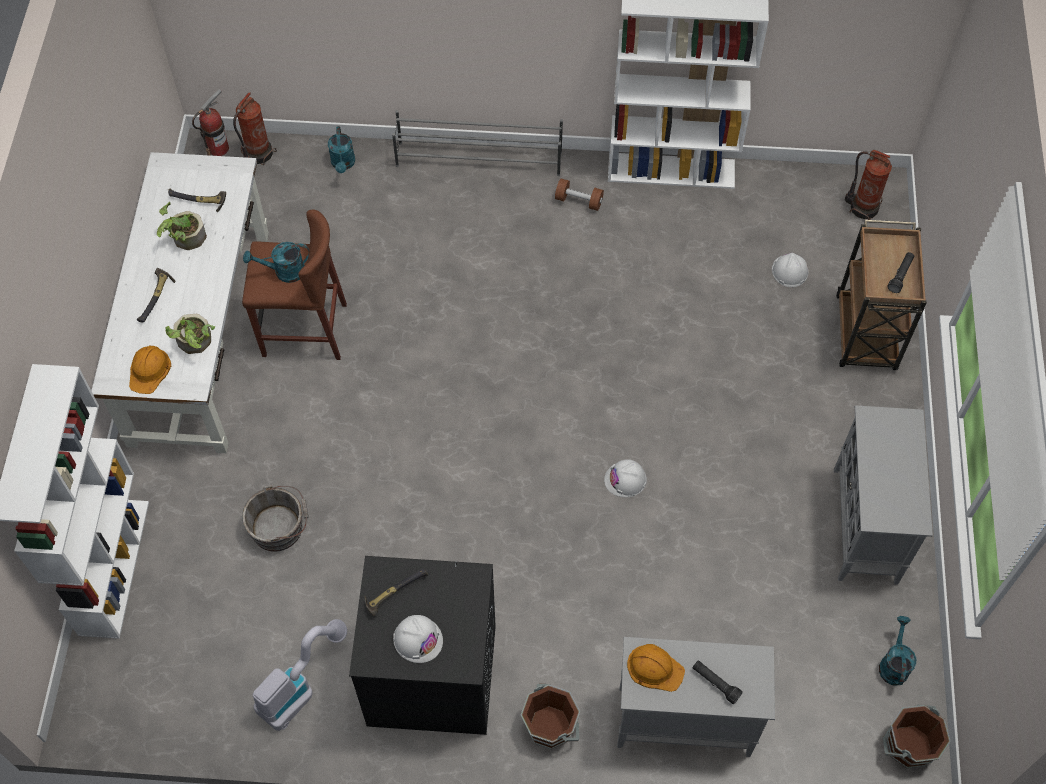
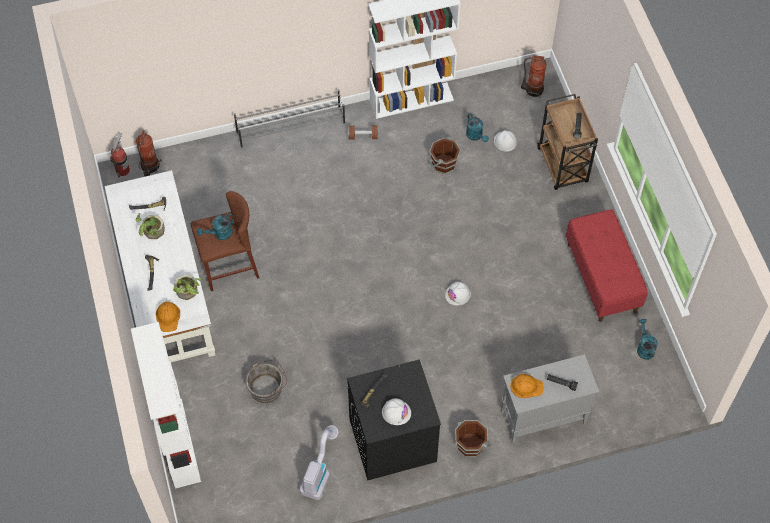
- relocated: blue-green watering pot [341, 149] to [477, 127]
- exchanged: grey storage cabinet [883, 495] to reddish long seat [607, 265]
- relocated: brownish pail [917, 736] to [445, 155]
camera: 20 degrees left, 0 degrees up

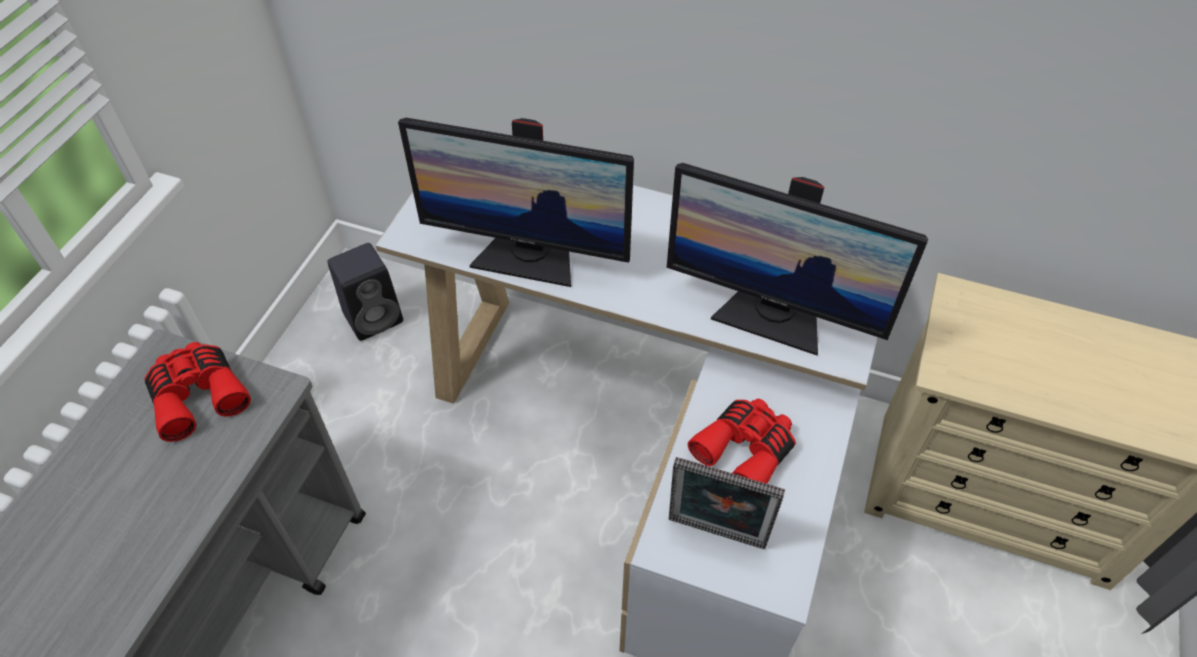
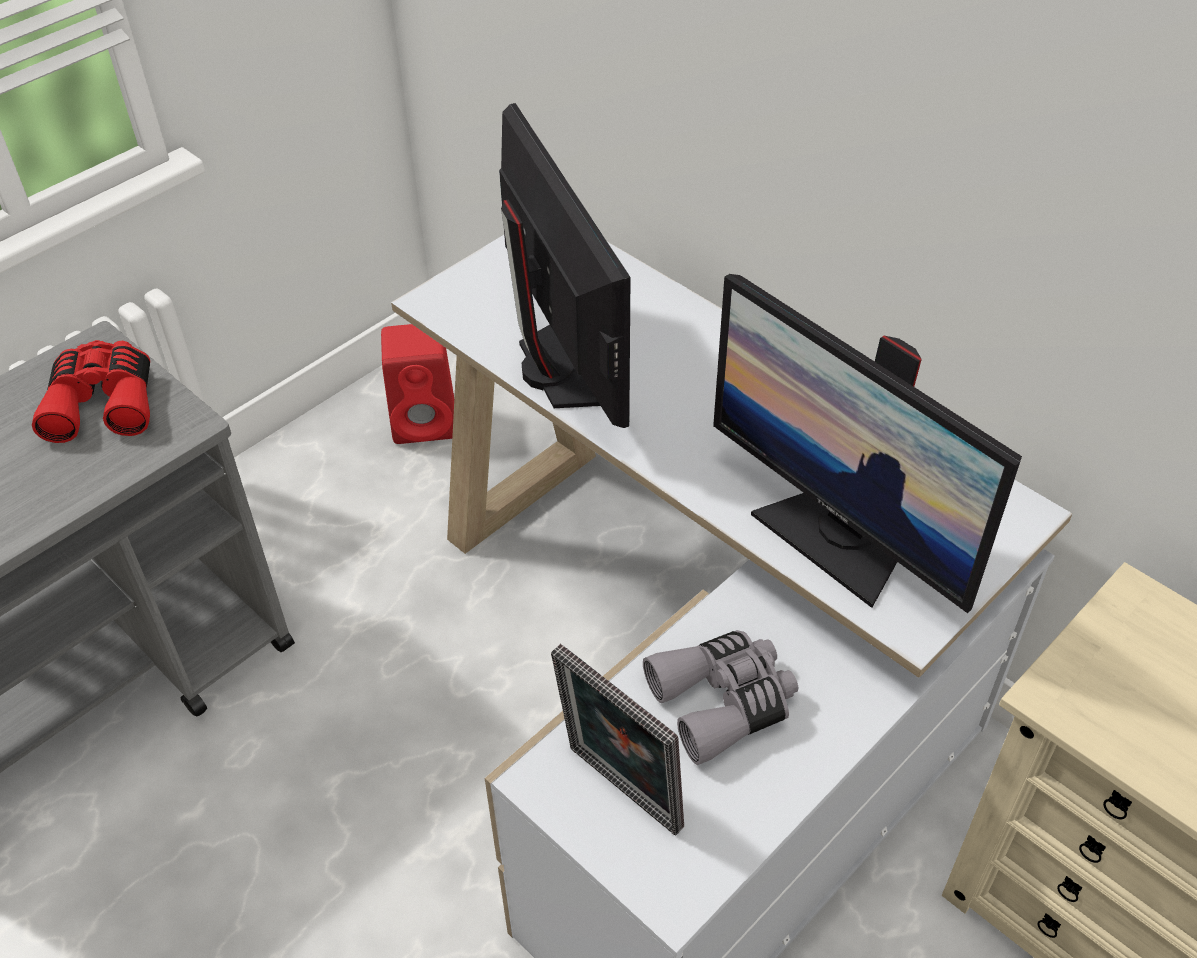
- colour: blackish audio speaker [365, 292] to reddish audio speaker [417, 384]
- spun: computer screen [516, 202] = [565, 265] 150 degrees counterclockwise
- colour: reddish binoculars [742, 441] to grey binoculars [720, 697]
camera: 25 degrees right, 5 degrees down

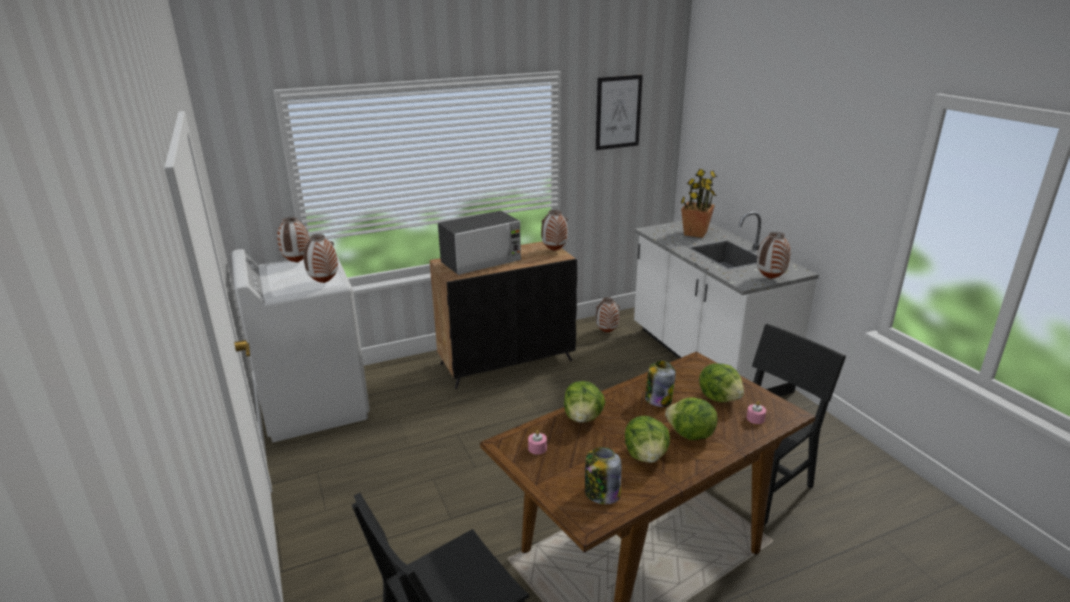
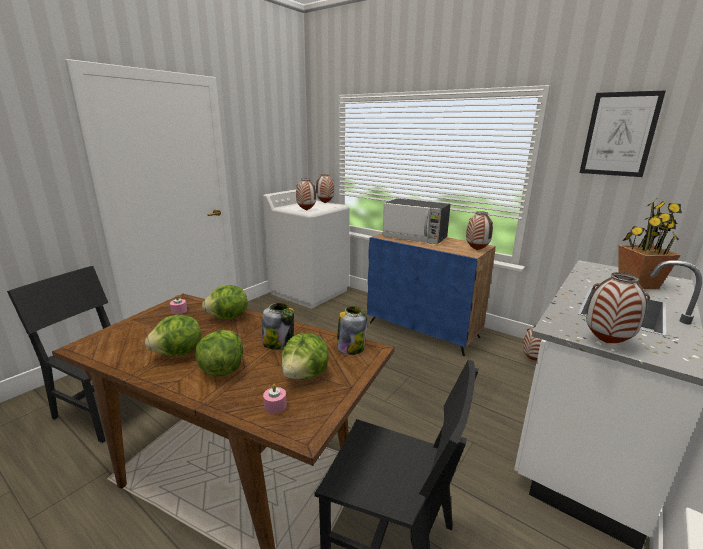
- colour: blackish storage cabinet [503, 315] to blue-coloured storage cabinet [431, 294]
- relocated: jar [603, 475] to [352, 330]
camera: 60 degrees right, 5 degrees down

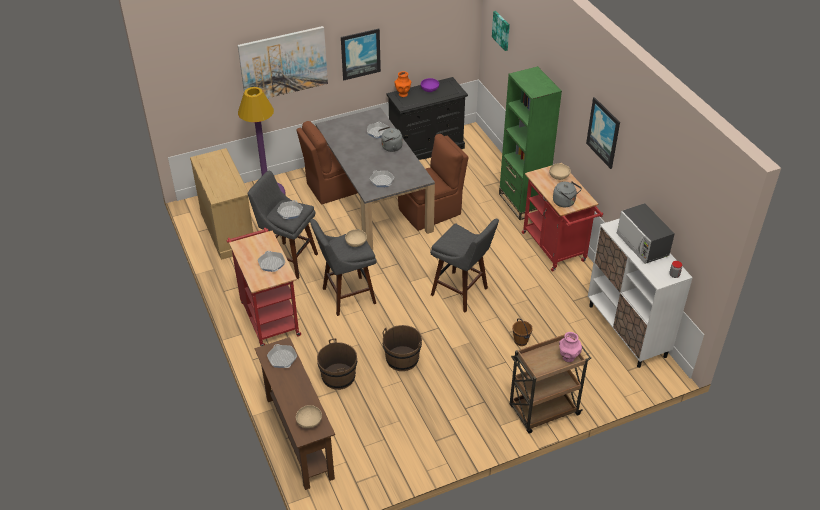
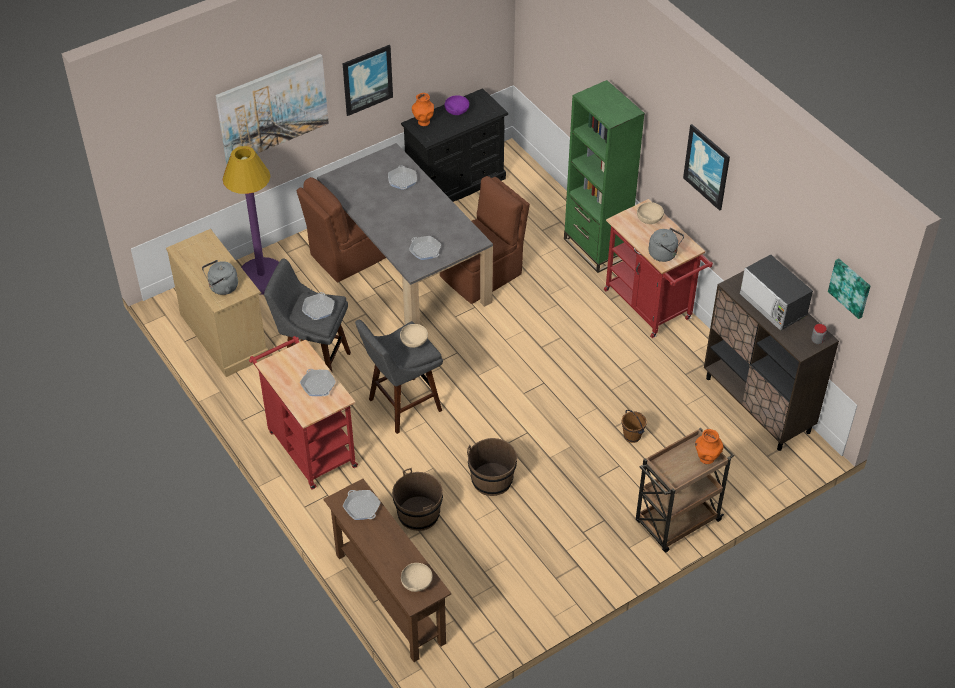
- relocated: grey water kettle [391, 139] to [220, 277]
- missing: grey stool [464, 266]
- relocated: wall art [501, 31] to [849, 288]
- colour: pink flower vase [570, 347] to orangey flower vase [709, 446]
- colour: white storage cabinet [640, 293] to brownish storage cabinet [771, 361]
camera: 10 degrees left, 5 degrees up

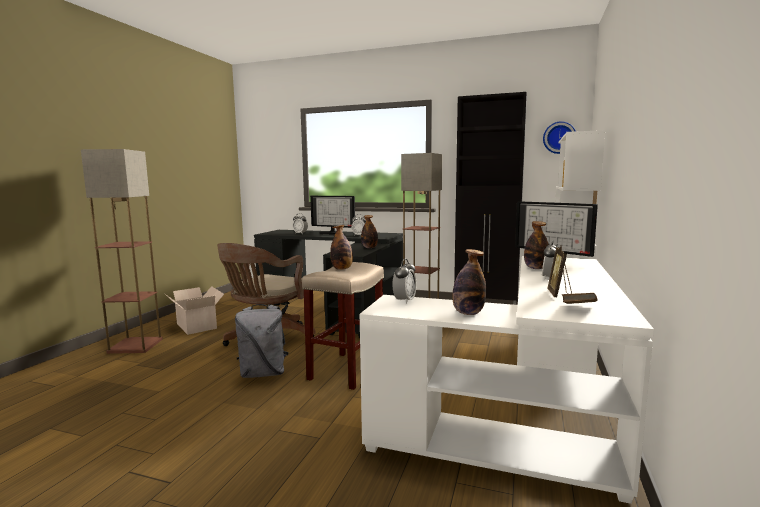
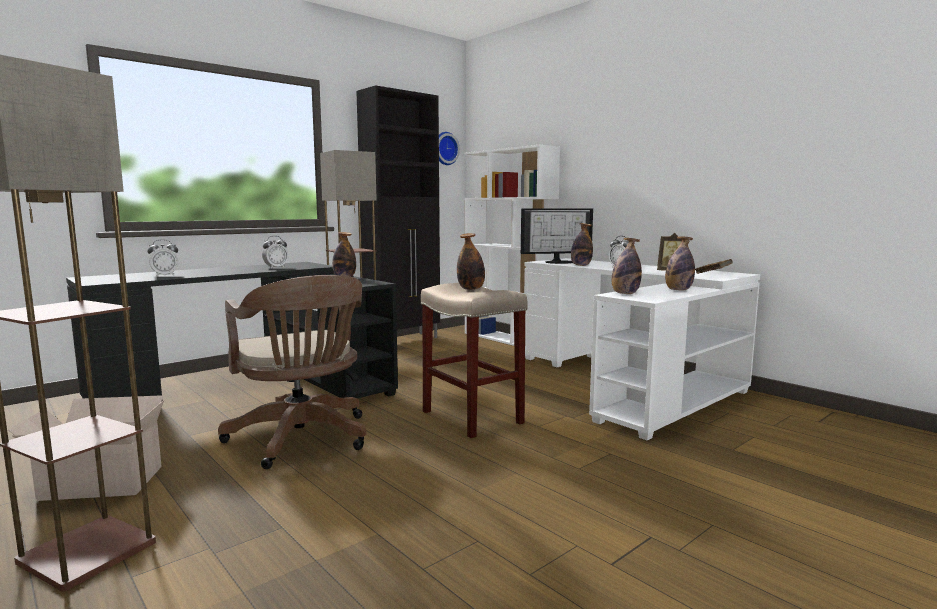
- missing: grey knapsack [262, 341]
- missing: computer screen [332, 215]
- exchanged: bedside clock [404, 281] to drink bottle [627, 266]
camera: 60 degrees left, 0 degrees up

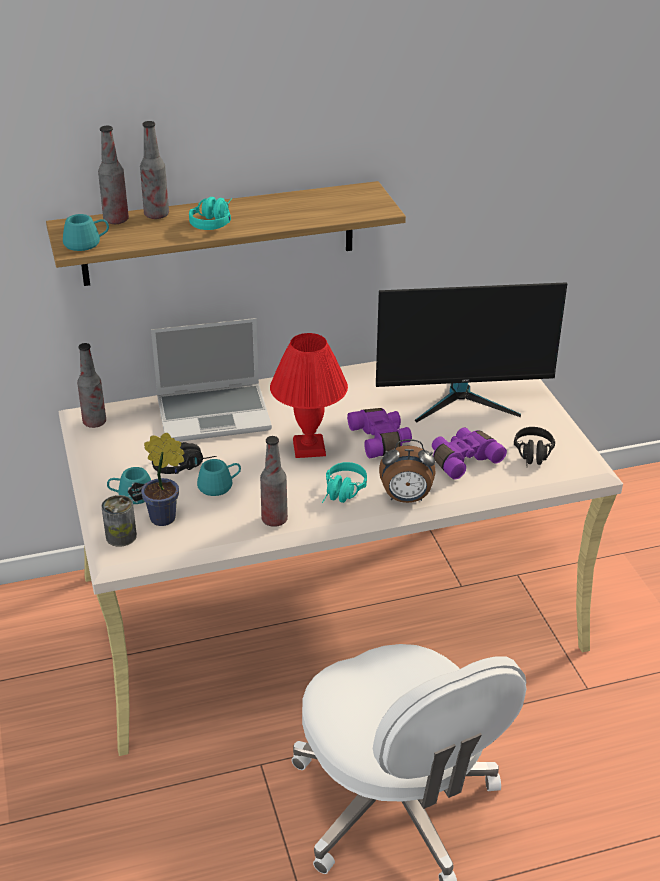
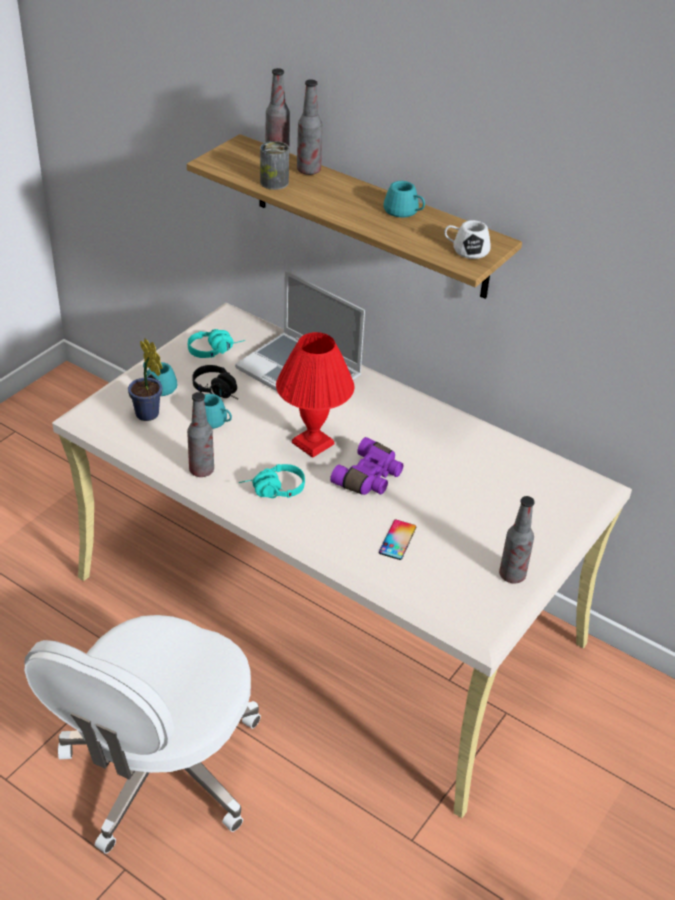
- relocated: blue-green tea mug [86, 232] to [404, 199]
- relocated: drink bottle [91, 385] to [517, 539]
- relocated: sealed can [119, 521] to [274, 165]
- relocated: blue-green headset [210, 213] to [216, 343]
- missing: computer screen [471, 352]
- missing: bedside clock [407, 471]
- exchanged: purple-coloured binoculars [469, 453] to handset [398, 540]
- missing: blackish headset [534, 447]
- appeared: white tea mug [467, 239]
camera: 50 degrees right, 5 degrees up

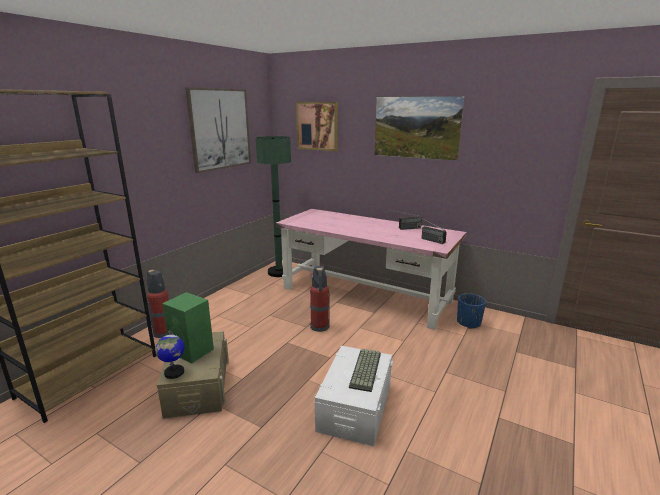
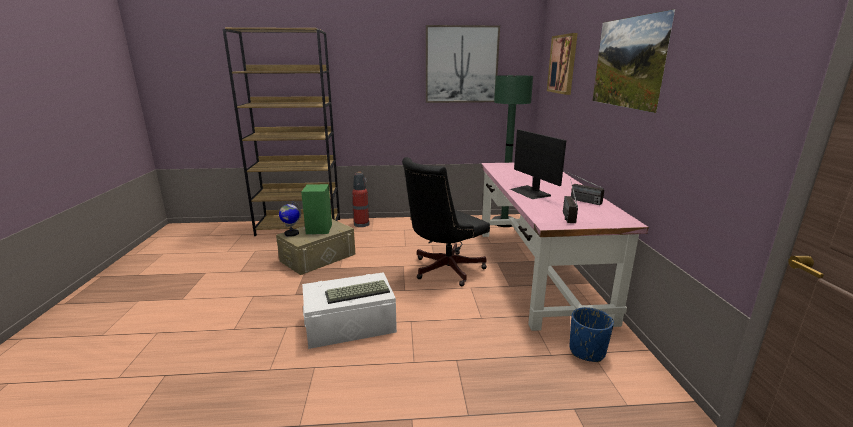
- exchanged: fire extinguisher [320, 299] to blackish desk chair [446, 221]
- appeared: computer screen [538, 164]
camera: 55 degrees right, 0 degrees up

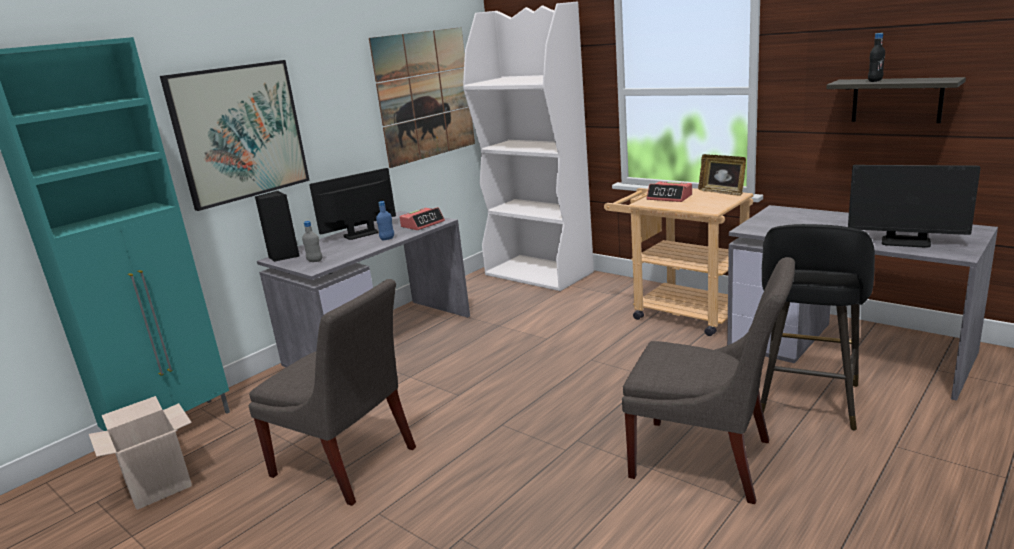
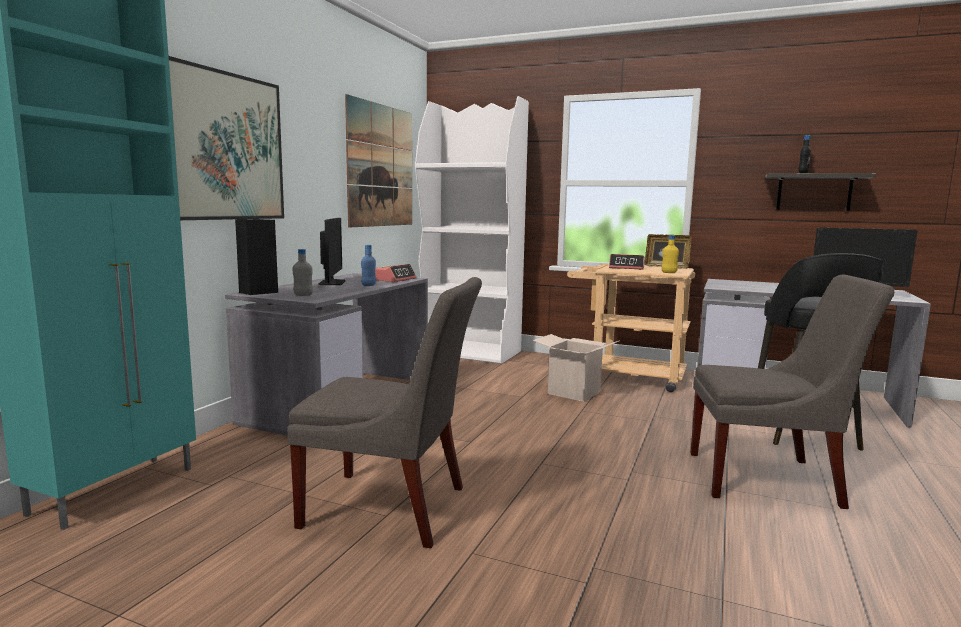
- relocated: cardboard box [140, 453] to [576, 368]
- spun: computer screen [352, 204] = [331, 251] 135 degrees clockwise
- appeared: yellow drink bottle [670, 254]
camera: 20 degrees left, 10 degrees down

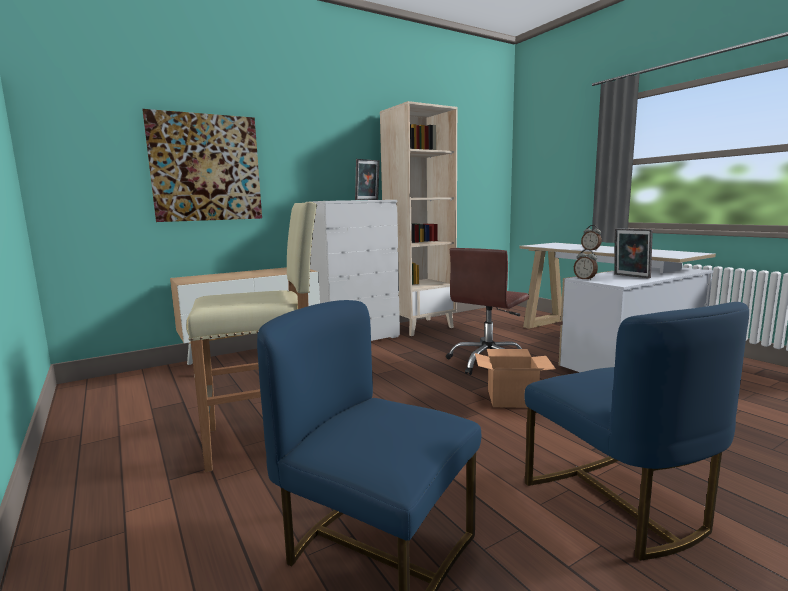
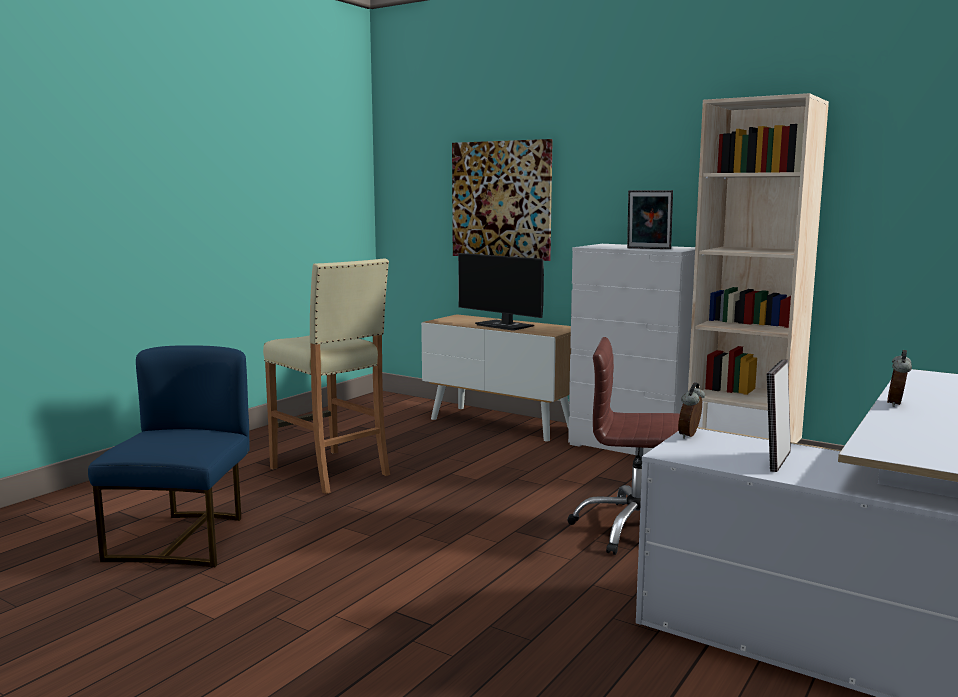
- missing: cardboard box [515, 378]
- missing: blue-coloured chair [636, 431]
- appeared: computer screen [501, 292]
camera: 65 degrees right, 0 degrees up

